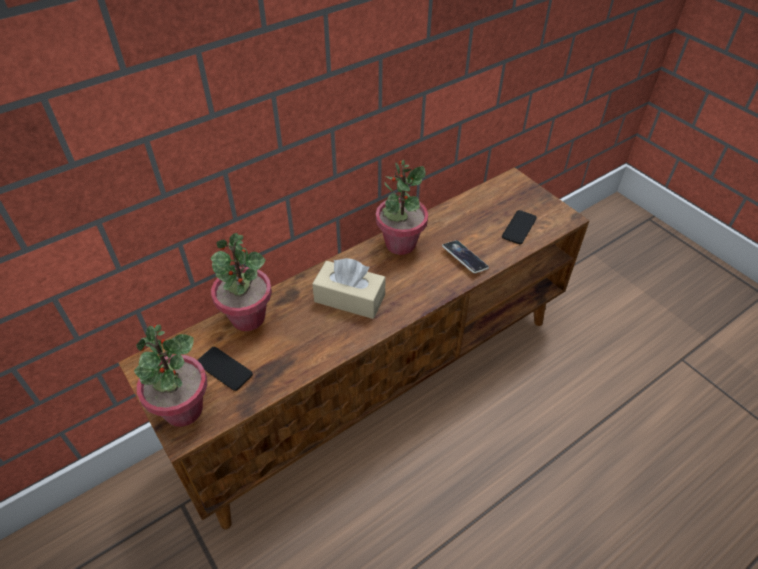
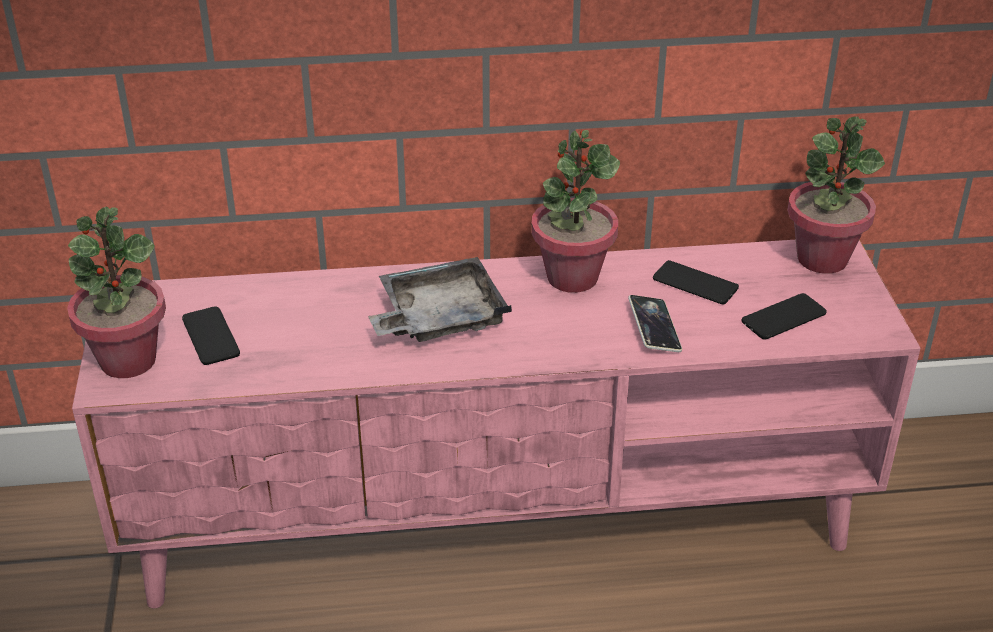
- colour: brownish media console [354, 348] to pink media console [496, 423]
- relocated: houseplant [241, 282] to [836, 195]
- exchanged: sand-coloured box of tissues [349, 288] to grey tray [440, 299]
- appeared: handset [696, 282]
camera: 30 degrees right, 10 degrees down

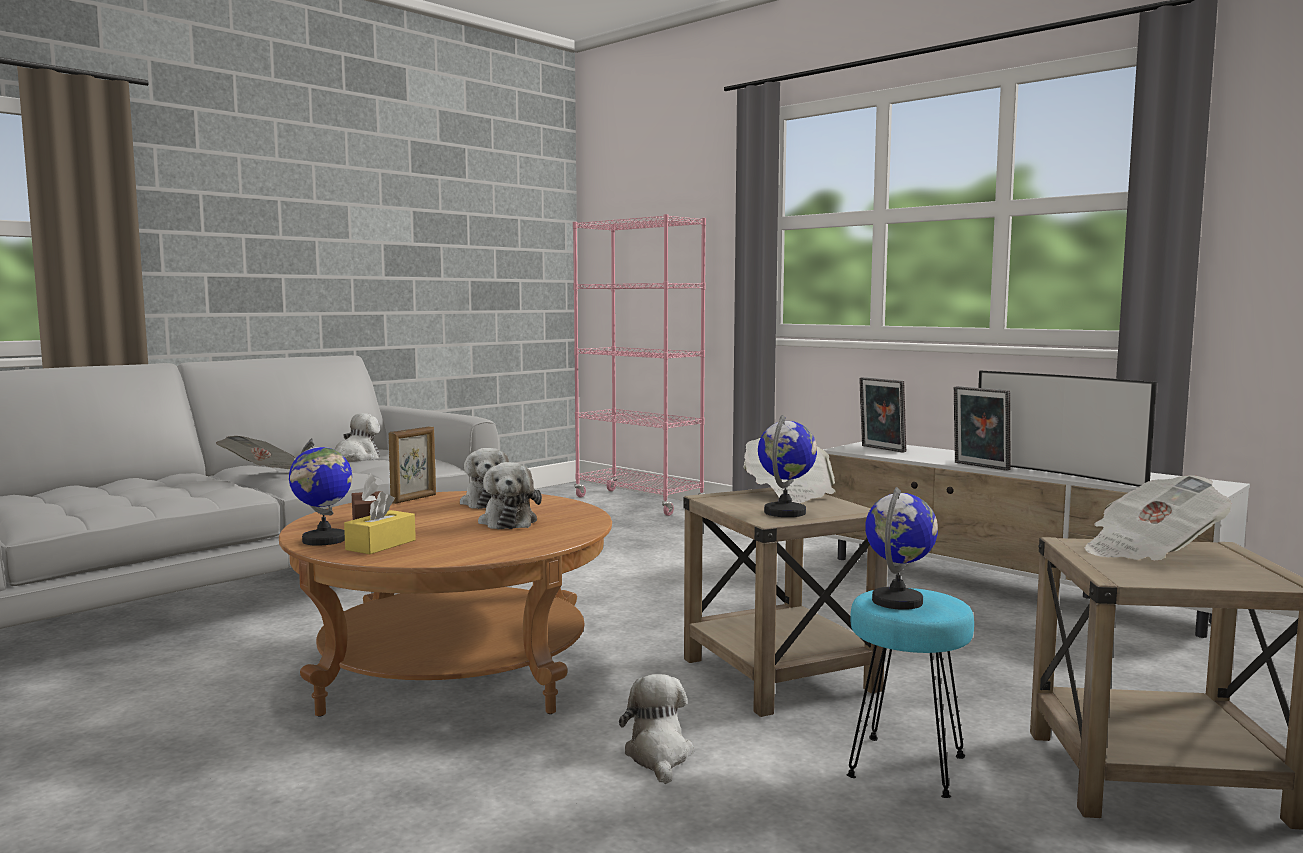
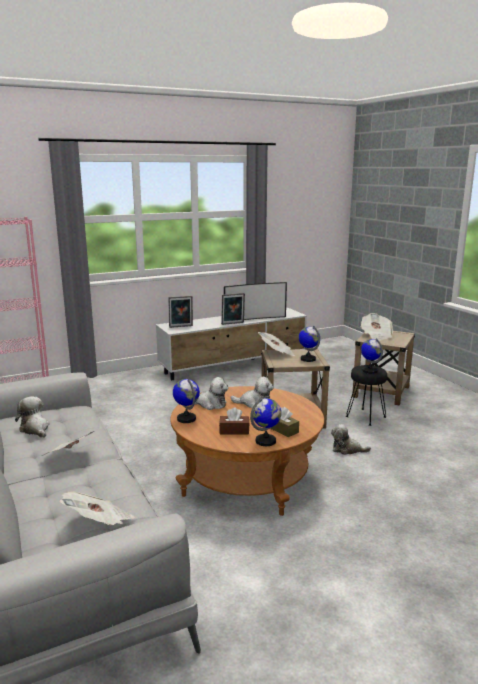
- colour: yellow box of tissues [380, 523] to brownish box of tissues [284, 422]
- exchanged: picture frame [412, 465] to world globe [186, 401]
- colour: blue-green stool [910, 693] to blackish stool [366, 395]
- appeared: printed paper [97, 508]
camera: 70 degrees left, 10 degrees up

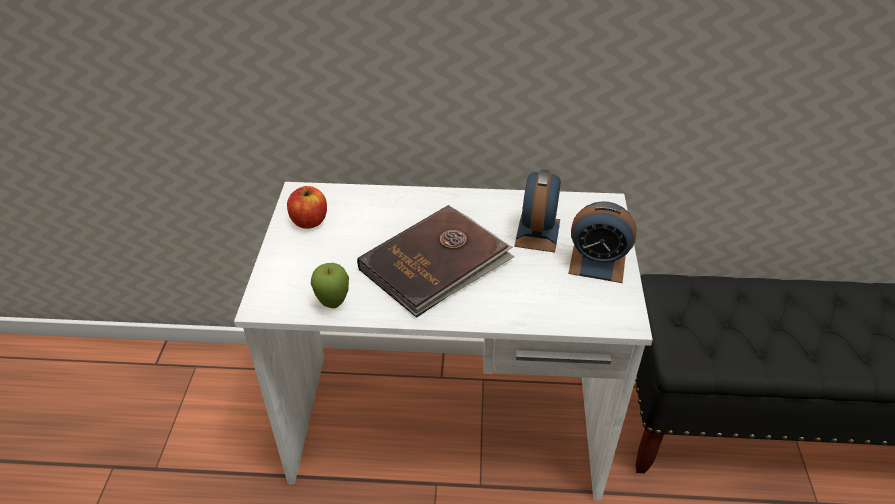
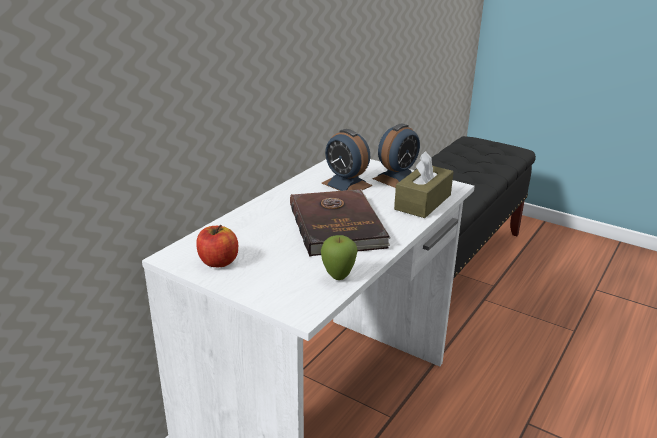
- appeared: brownish box of tissues [424, 184]
camera: 60 degrees left, 15 degrees down

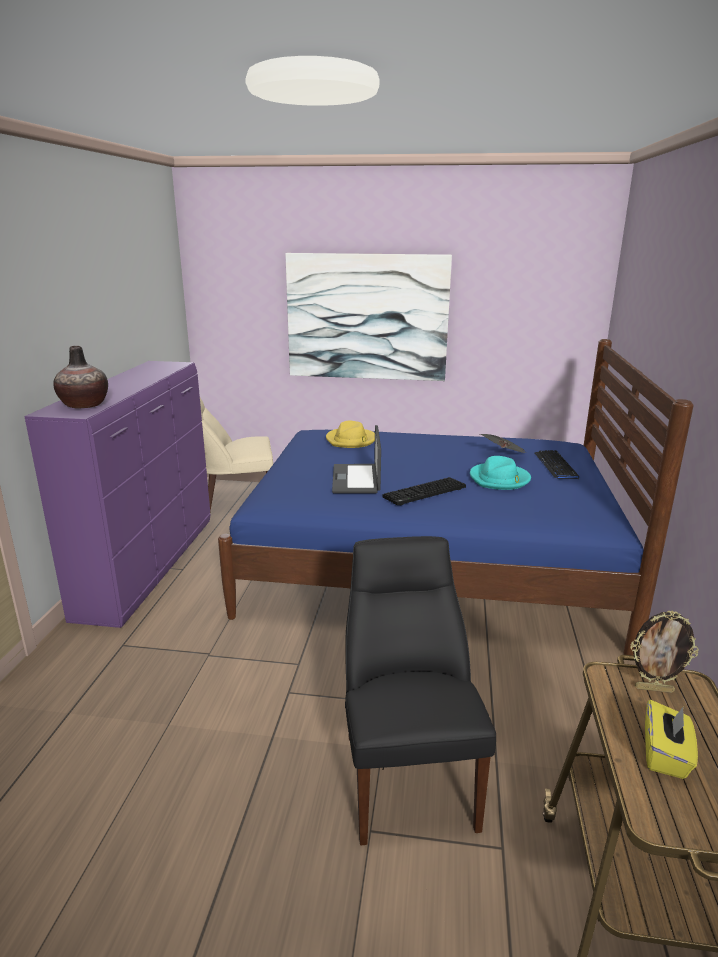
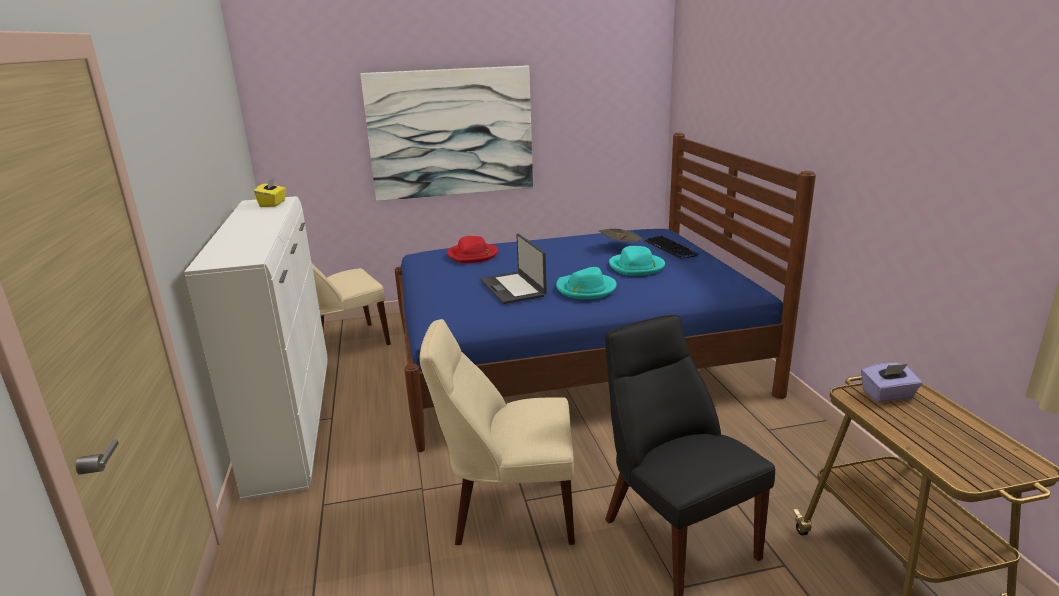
- colour: purple-coloured dresser [117, 494] to white dresser [256, 348]
- missing: flower vase [81, 377]
- colour: yellow hat [350, 434] to reddish hat [472, 249]
- exchanged: PC keyboard [424, 491] to blue-green hat [586, 283]
- exchanged: picture frame [664, 651] to purple-coloured box of tissues [891, 382]
- relocated: yellow box of tissues [671, 739] to [270, 192]
- appeared: sand-coloured chair [497, 432]
camera: 20 degrees left, 0 degrees up

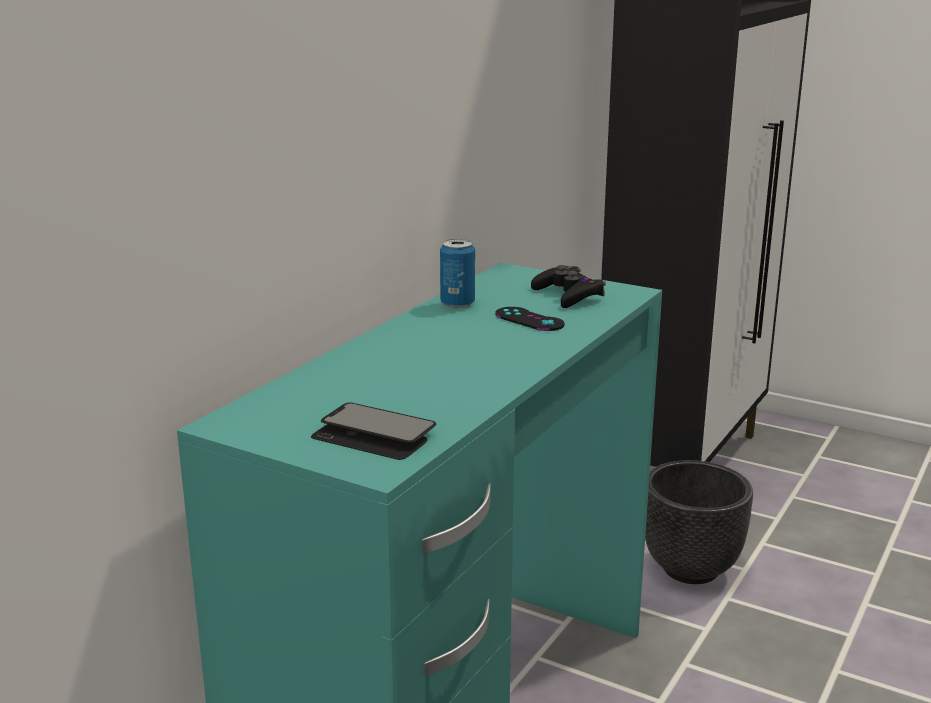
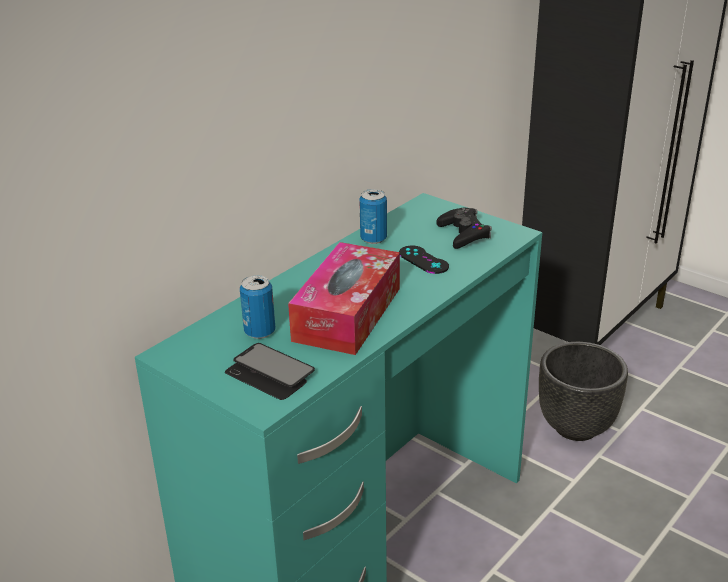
- appeared: sealed can [257, 307]
- appeared: box of tissues [344, 298]
camera: 10 degrees right, 10 degrees up

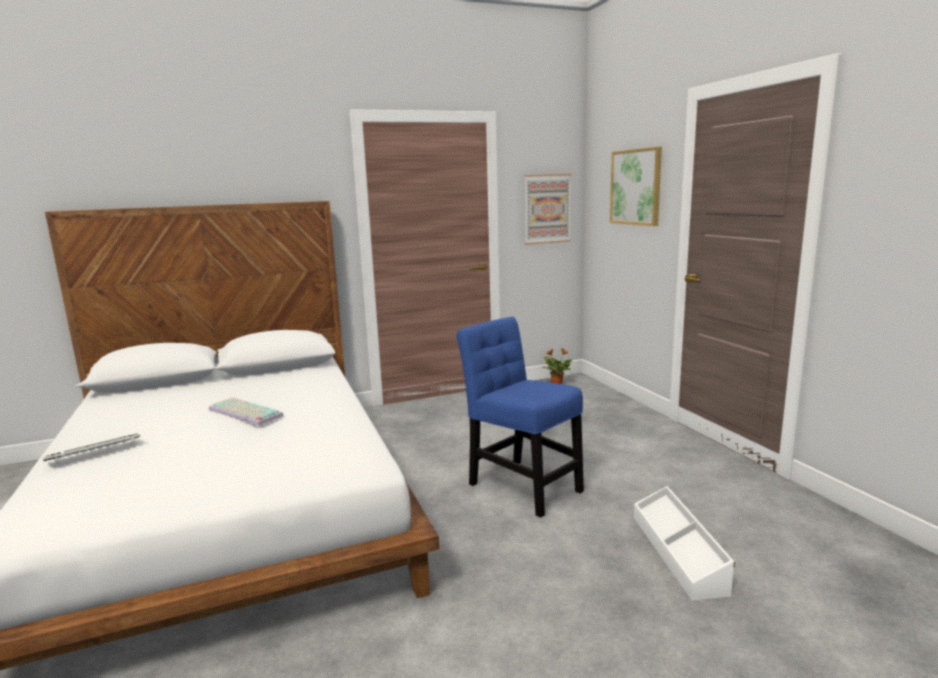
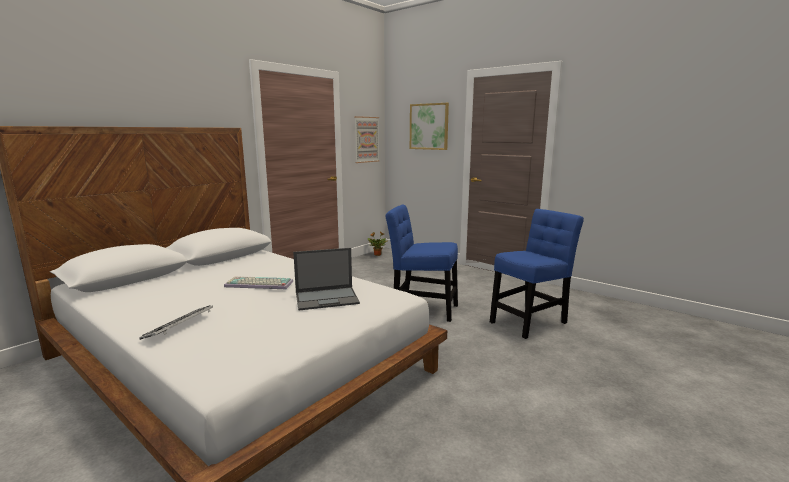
- exchanged: white storage container [684, 543] to blue-coloured chair [537, 274]
- appeared: laptop [326, 279]
camera: 30 degrees left, 0 degrees up

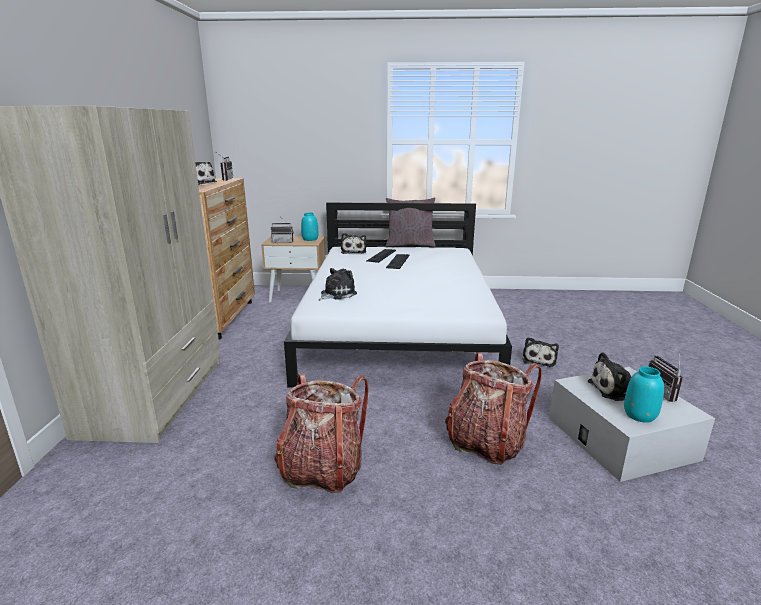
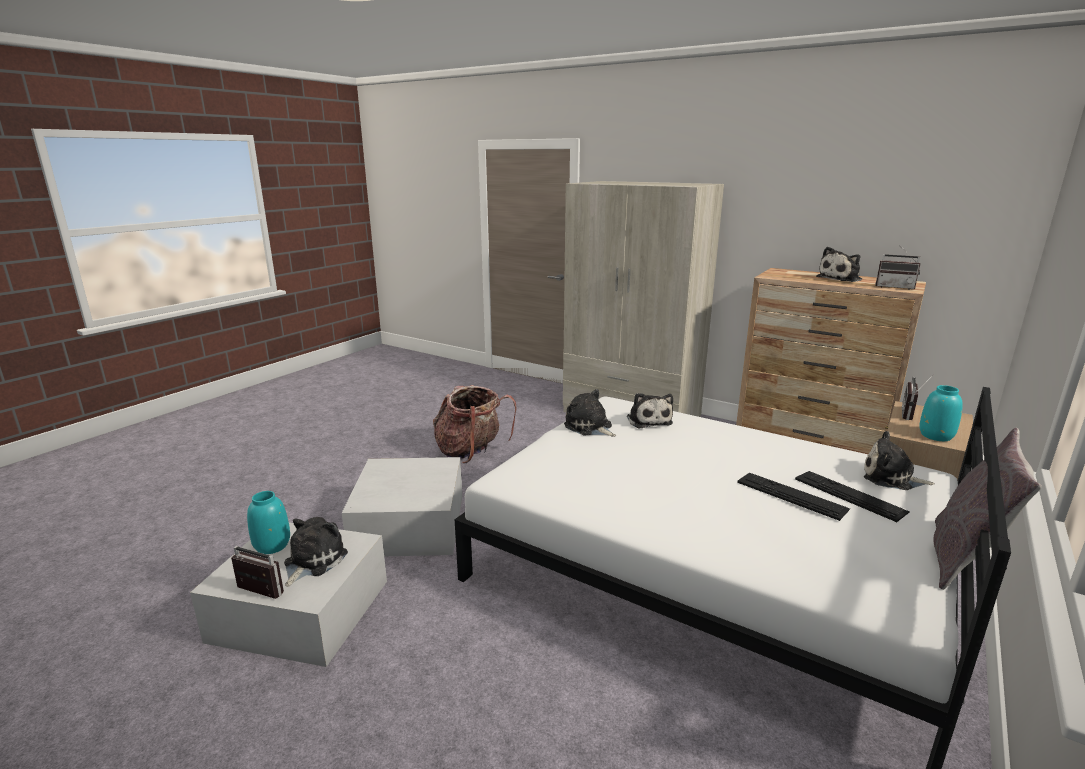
- exchanged: knapsack [493, 408] to white storage container [402, 506]
- relocated: cuddly toy [541, 352] to [590, 413]
camera: 120 degrees right, 0 degrees up

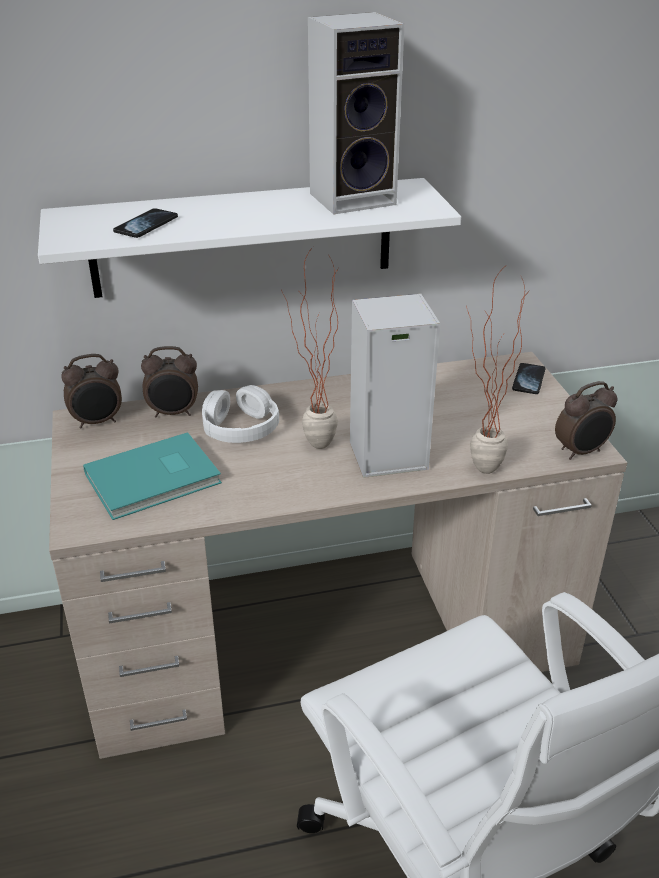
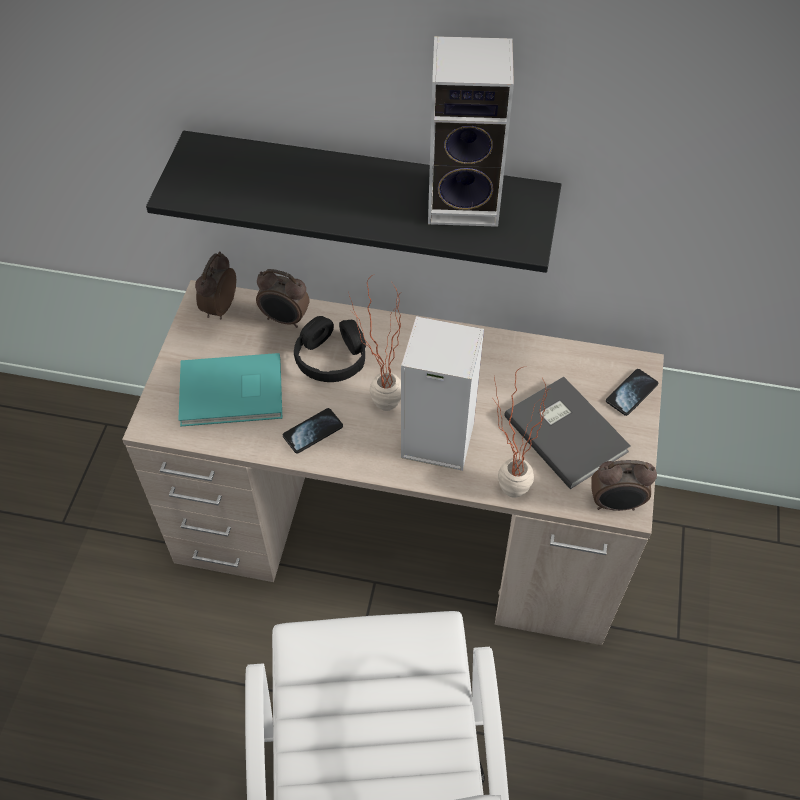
- colour: white bracket shelf [249, 238] to blackish bracket shelf [353, 202]
- spun: bedside clock [91, 391] = [215, 285] 105 degrees clockwise
- relocated: handset [145, 223] to [313, 431]
- colour: white headset [240, 414] to blackish headset [330, 349]
- appeared: grey volume [567, 433]
camera: 25 degrees right, 20 degrees up

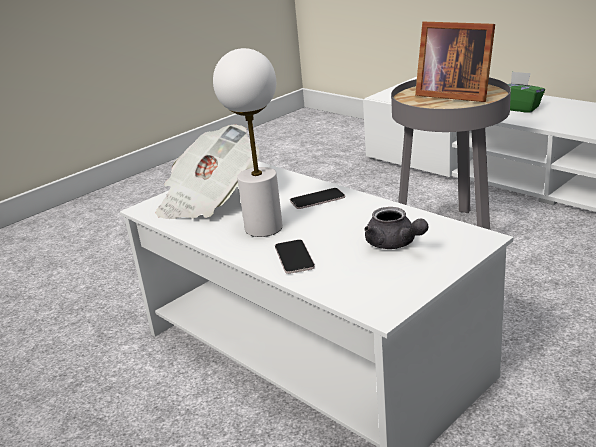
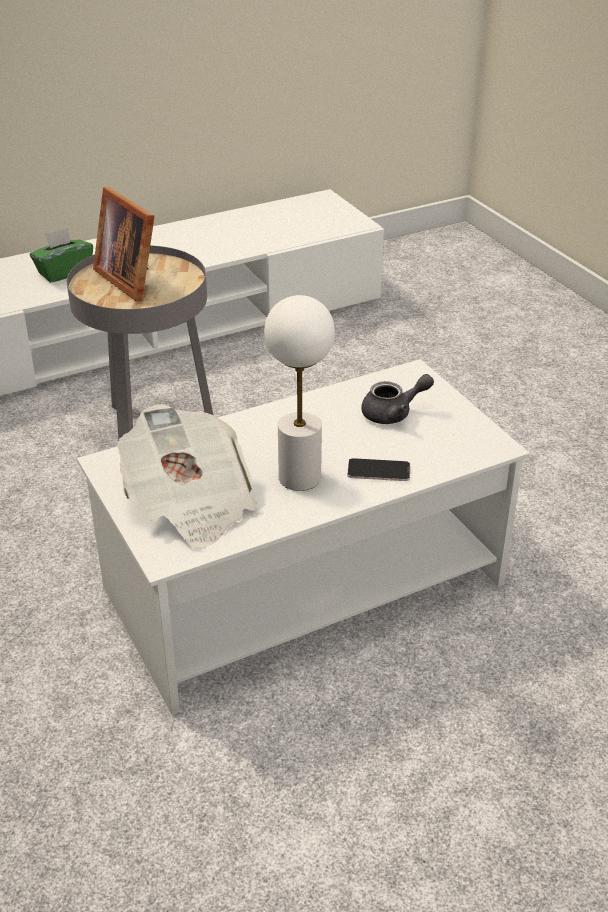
- missing: handset [317, 198]
- spun: picture frame [455, 62] = [124, 244] 90 degrees clockwise
camera: 75 degrees left, 10 degrees up

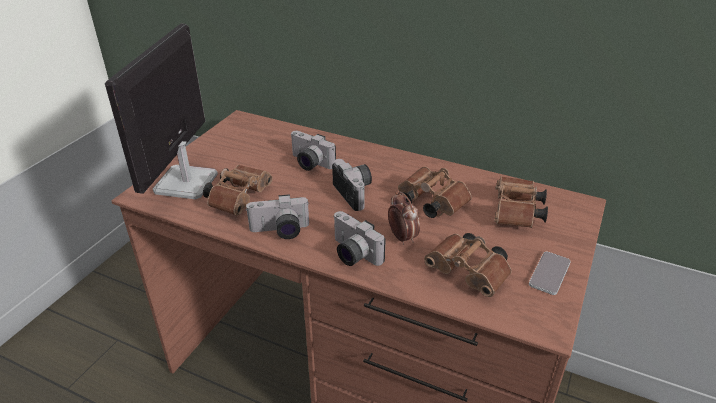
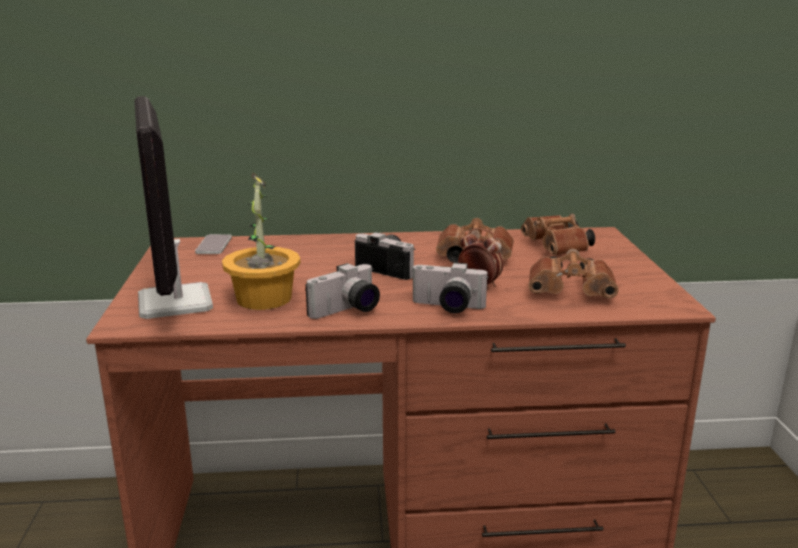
- exchanged: brownish binoculars [238, 190] to houseplant [261, 241]
- missing: photo camera [313, 151]
- relocated: handset [550, 273] to [213, 244]
camera: 30 degrees left, 15 degrees down

